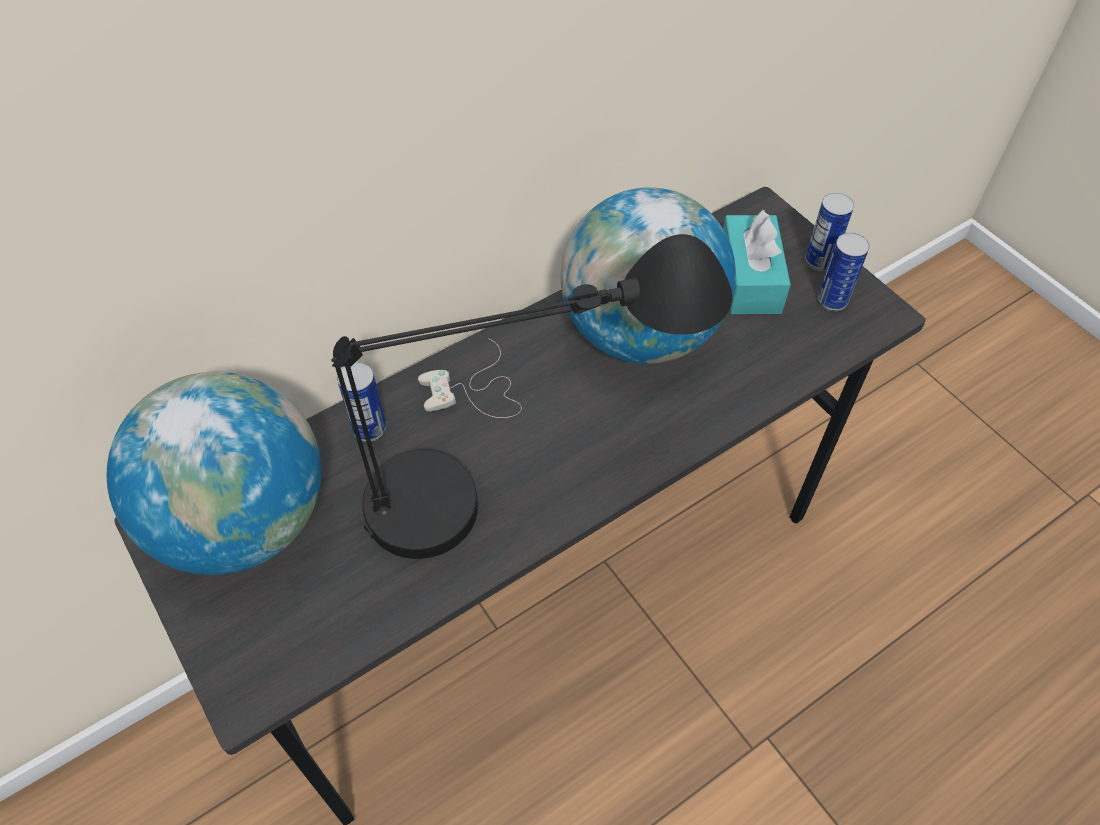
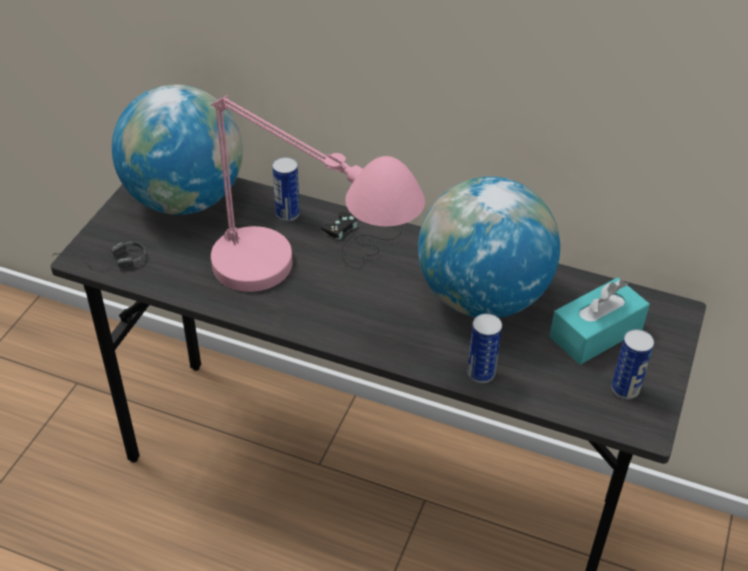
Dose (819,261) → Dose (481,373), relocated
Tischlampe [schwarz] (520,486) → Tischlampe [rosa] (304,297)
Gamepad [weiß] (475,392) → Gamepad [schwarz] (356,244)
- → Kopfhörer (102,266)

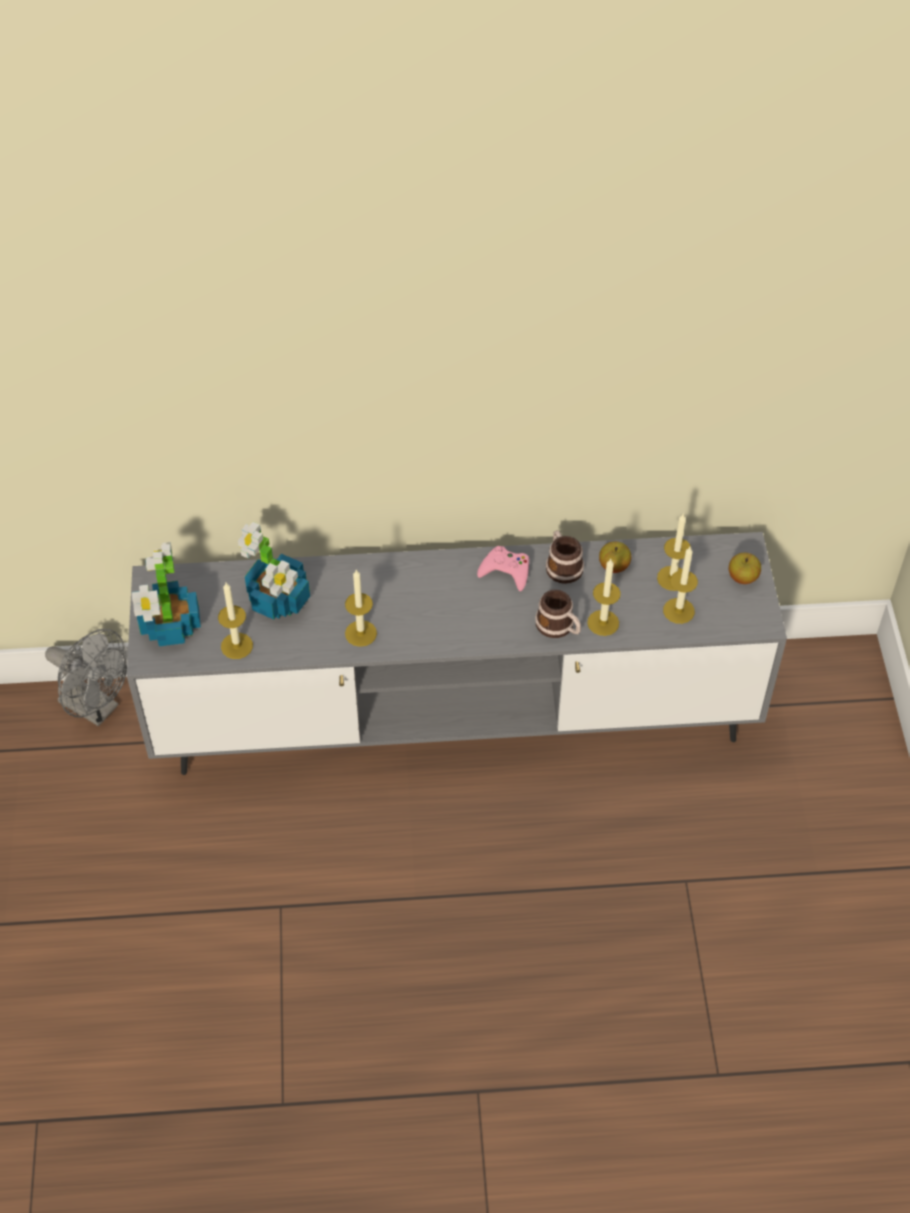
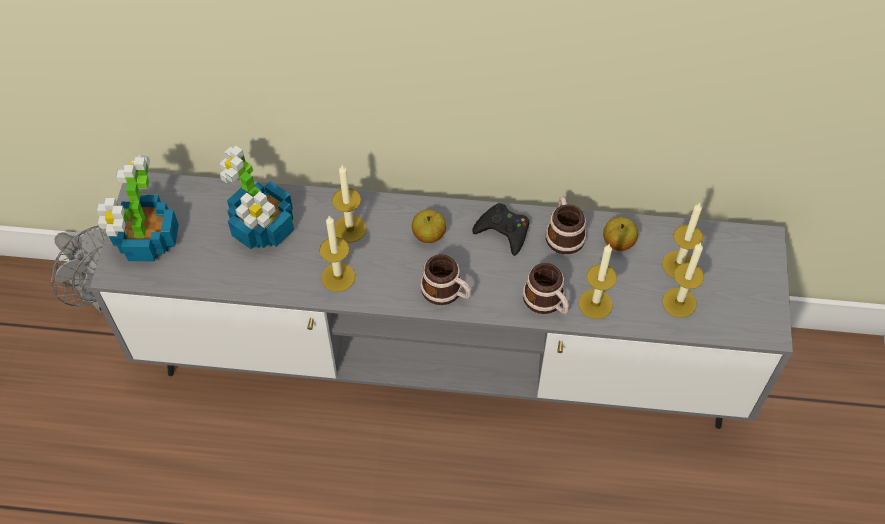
Gamepad [rosa] (506,571) → Gamepad [schwarz] (503,231)
Apfel (742,577) → Apfel (429,235), relocated
Kerze (236,646) → Kerze (350,228), relocated
- → Henkelbecher (446,291)

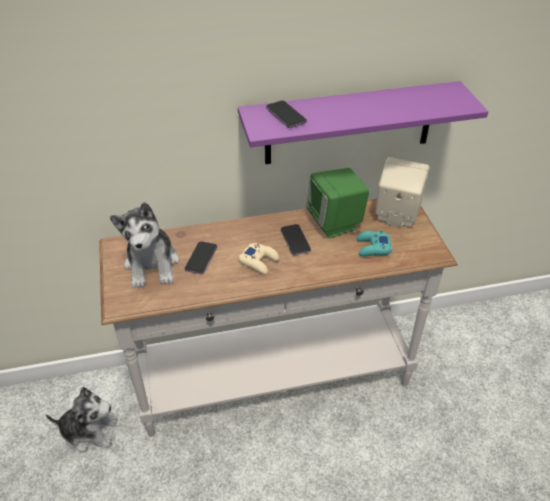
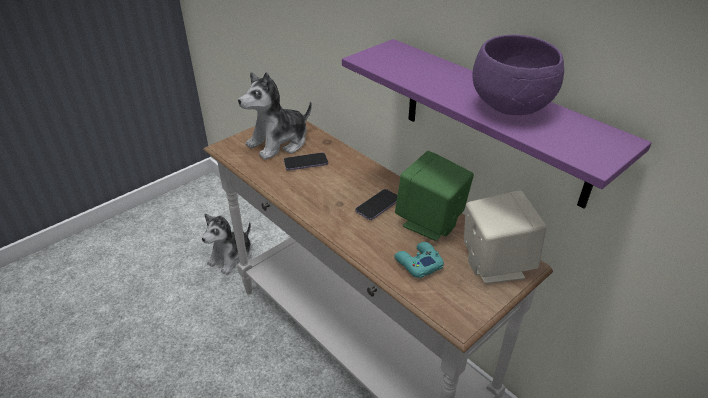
Handy (286,115) → -
Gamepad [beige] (259,261) → -
Plüschtier (89,431) → Plüschtier (232,257), 60 degrees clockwise
- → Schüssel [lila] (512,108)

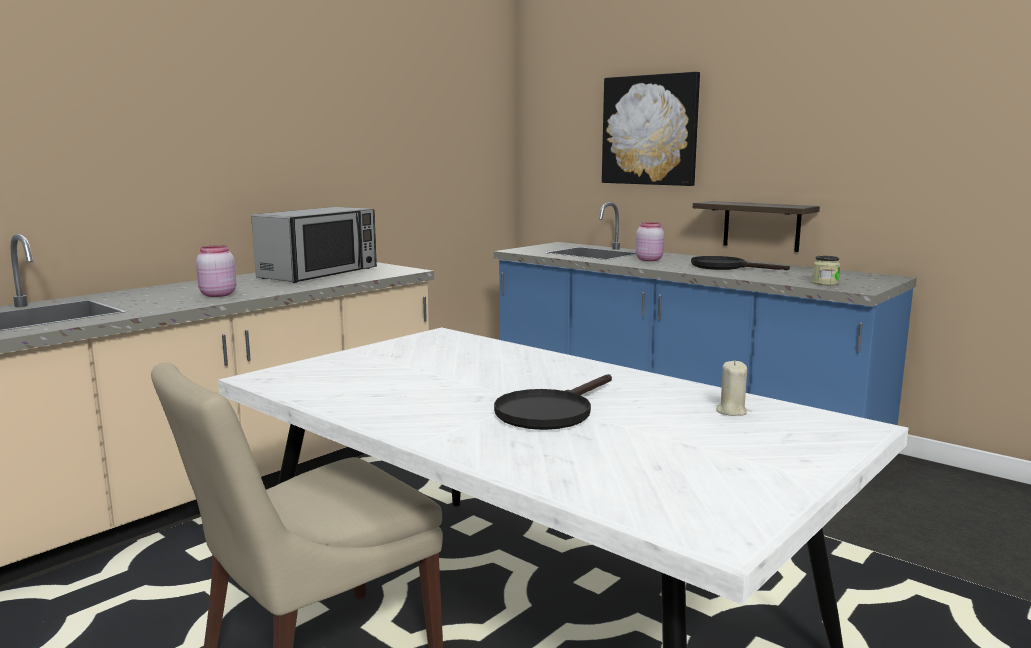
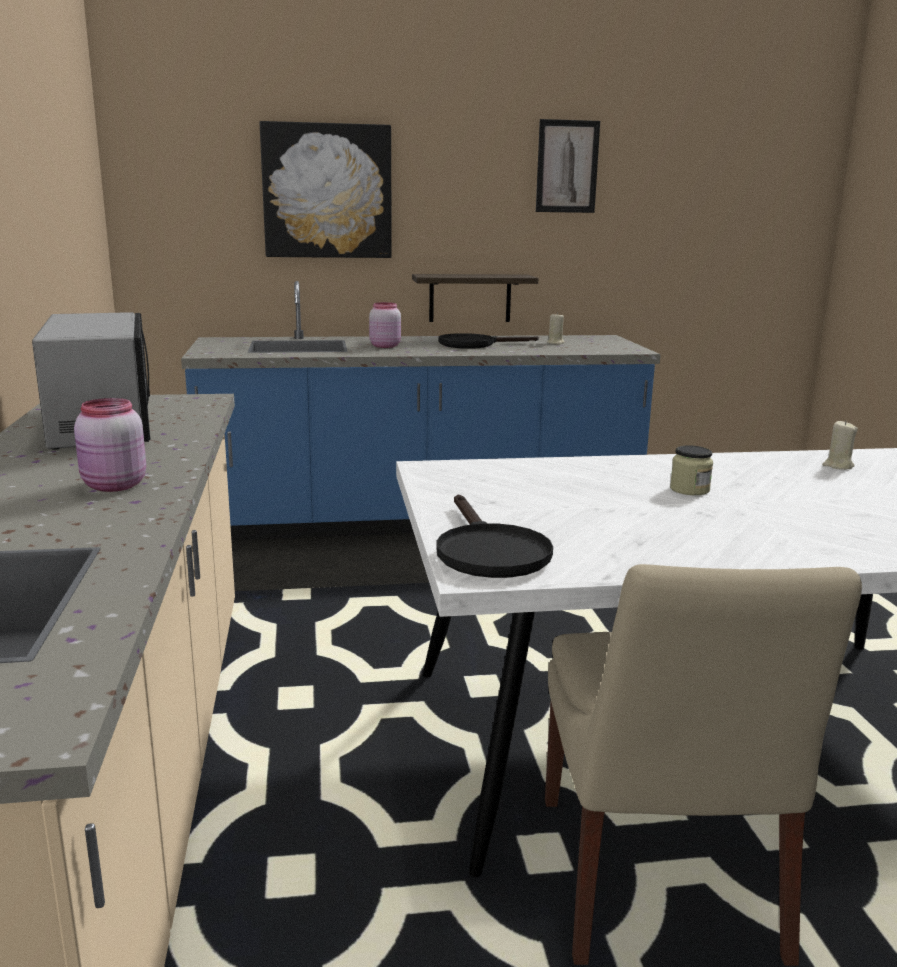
Vorratsglas (825,283) → Vorratsglas (689,489), relocated
Pfanne [schwarz] (550,411) → Pfanne [schwarz] (488,551), relocated
- → Bild (567,166)
- → Kerze [beige] (555,343)

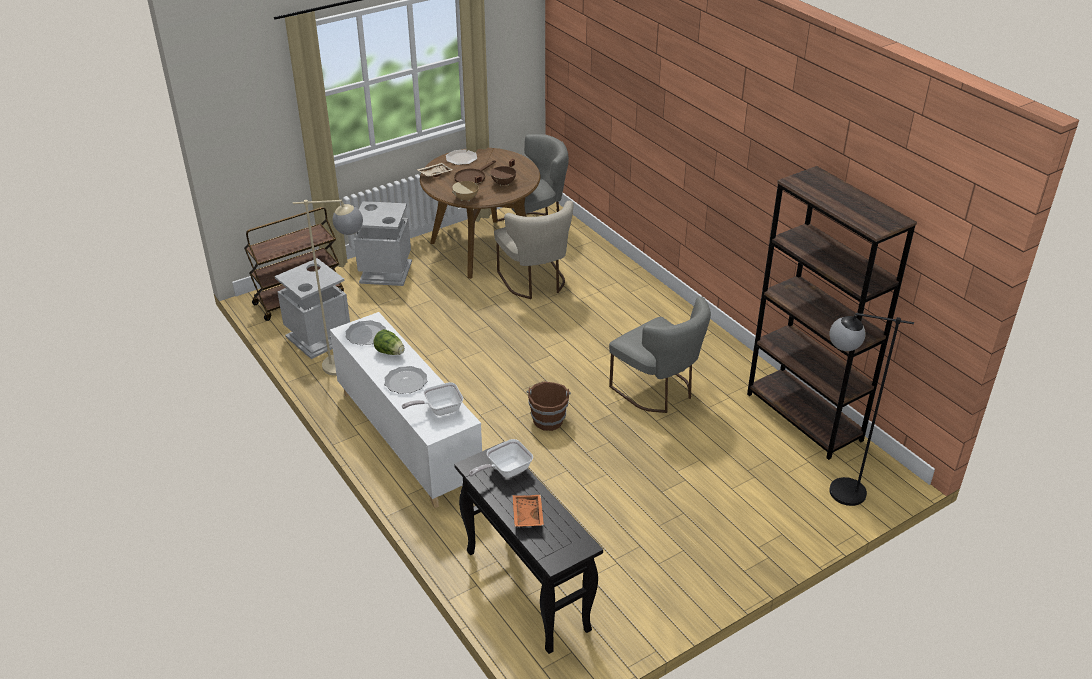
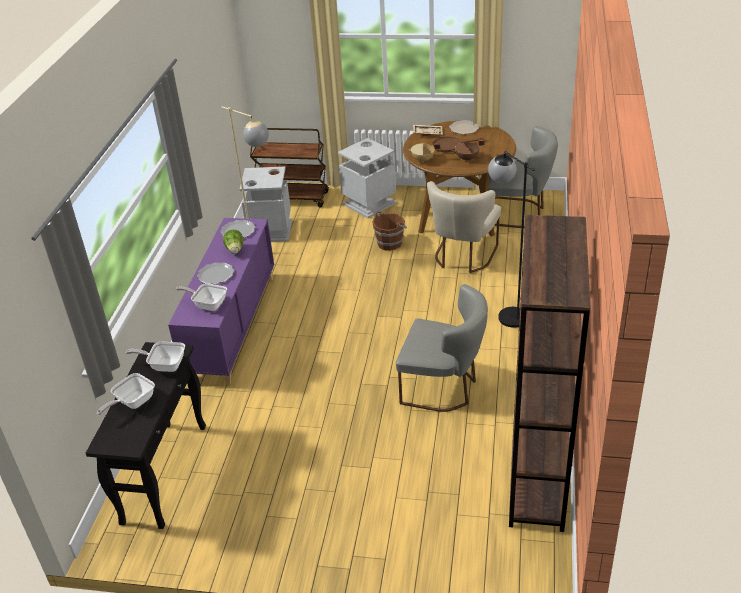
Stuhl [grau] (658,391) → Stuhl [grau] (443,388), 75 degrees counterclockwise
Schrank [weiß] (407,439) → Schrank [lila] (233,326)
Stehlampe [schwarz] (834,490) → Stehlampe [schwarz] (506,312), relocated
Eimer [braun] (548,419) → Eimer [braun] (390,243), relocated
Tablett [orange] (526,515) → Pfanne (132,403)

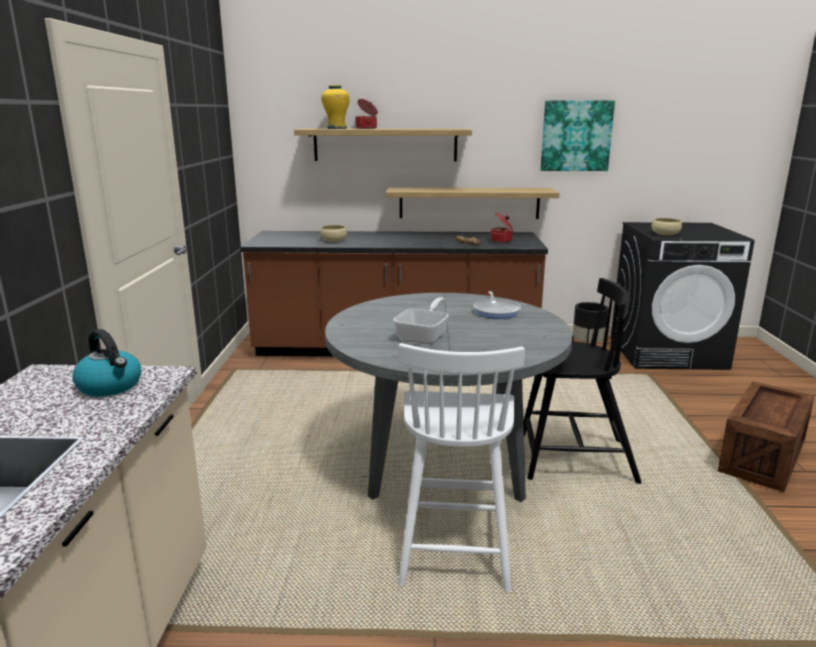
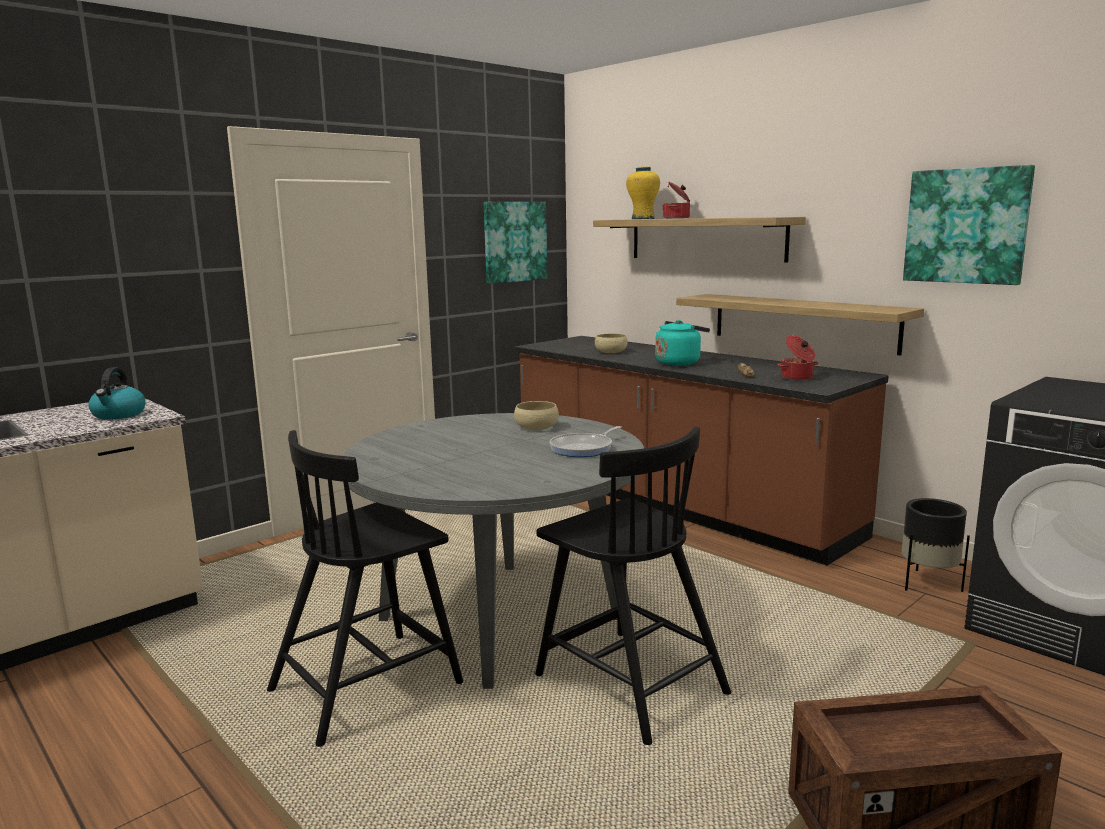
Schüssel [beige] (665,234) → Schüssel [beige] (536,427), relocated
Pfanne (424,335) → -
Stuhl [weiß] (454,539) → Stuhl [schwarz] (369,684)
- → Bild (514,241)
- → Wasserkessel [türkis] (679,363)

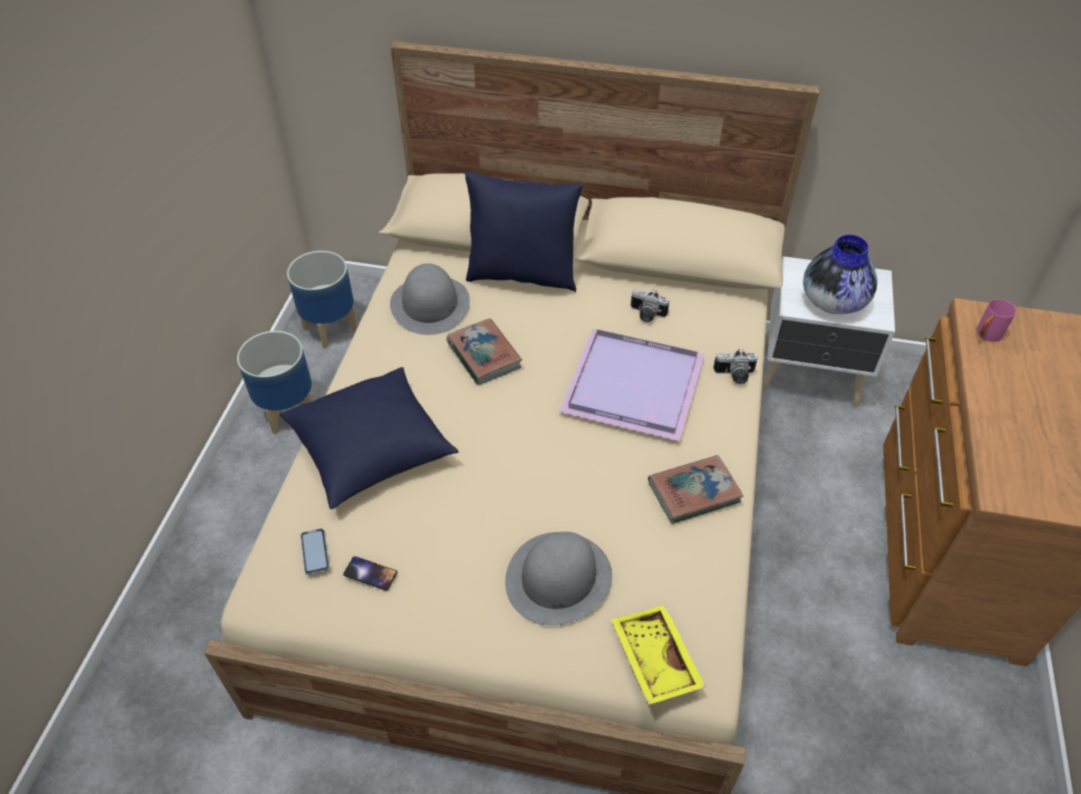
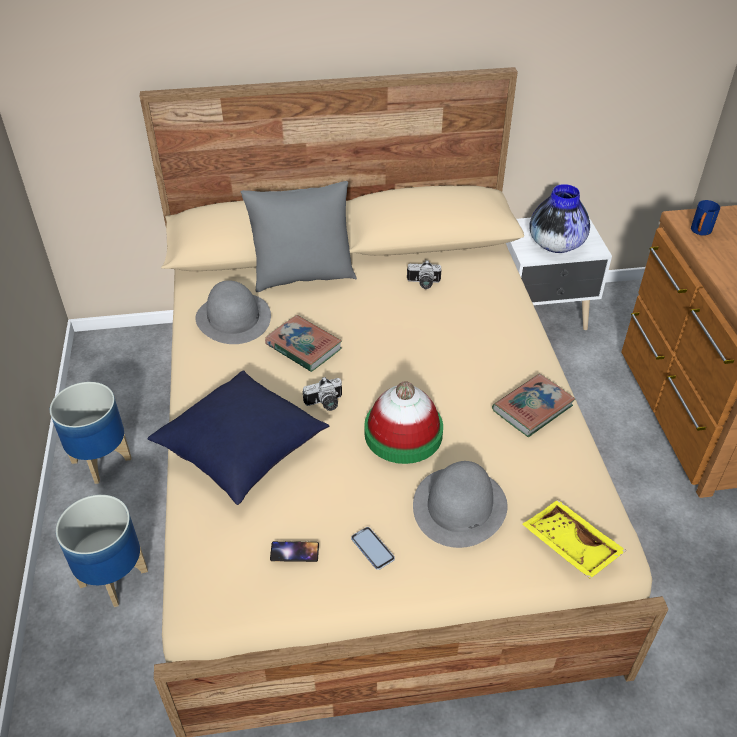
Kissen [blau] (522,275) → Kissen [grau] (303,276)
Pflanzkübel (331,328) → Pflanzkübel (114,577), relocated
Henkelbecher [rosa] (986,336) → Henkelbecher [blau] (699,232)
Tablett [lila] (635,388) → -
Kamera (734,376) → Kamera (325,404), relocated
Handy (315,552) → Handy (372,549), relocated
- → Hut (403,433)

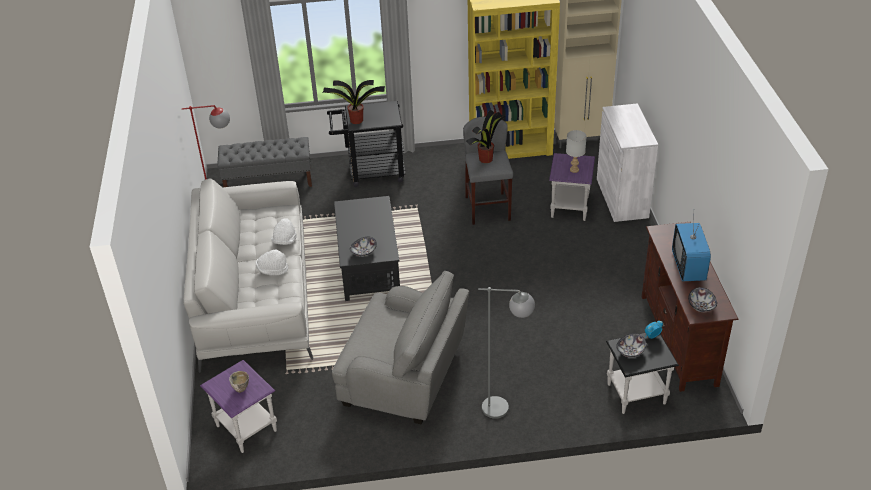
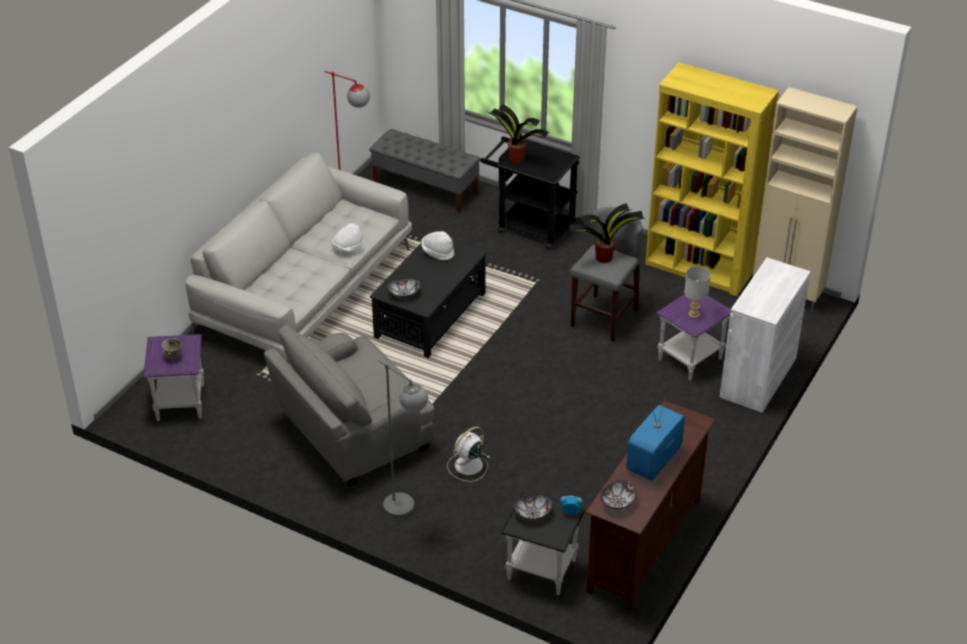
Hut [weiß] (272,270) → Hut [weiß] (438,252), relocated
Sessel [grau] (405,376) → Sessel [grau] (352,433), 90 degrees clockwise
- → Ventilator [weiß] (467,466)

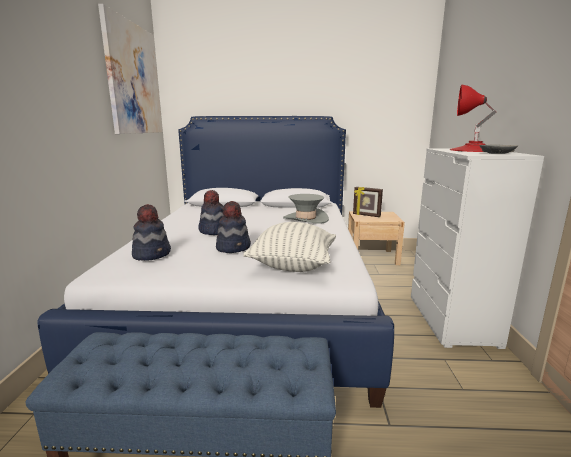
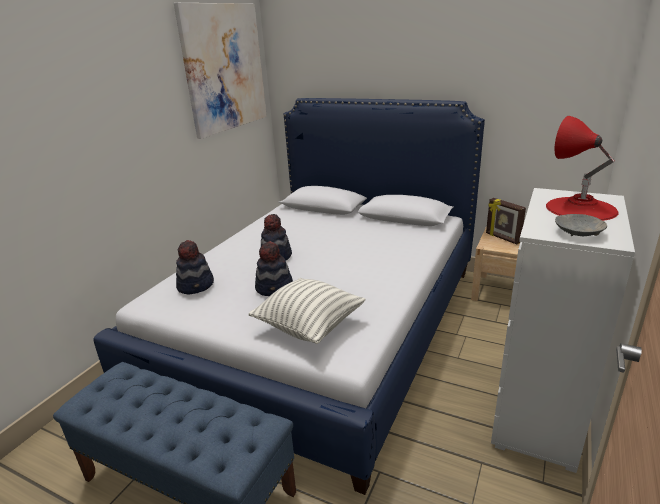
Hut [grau] (306,219) → -

